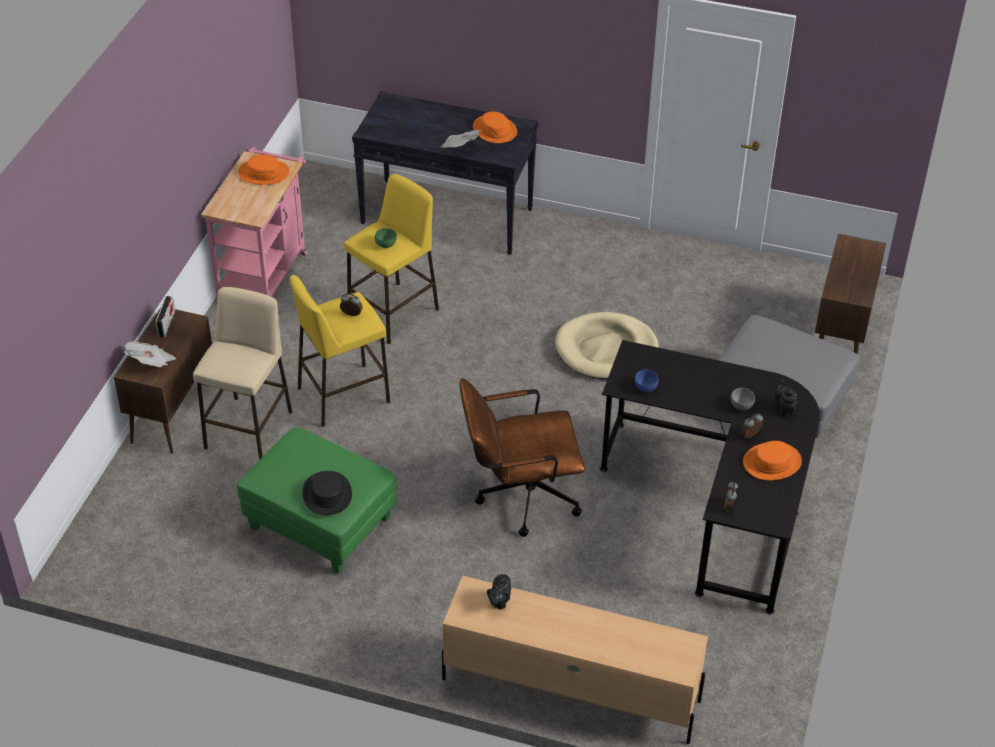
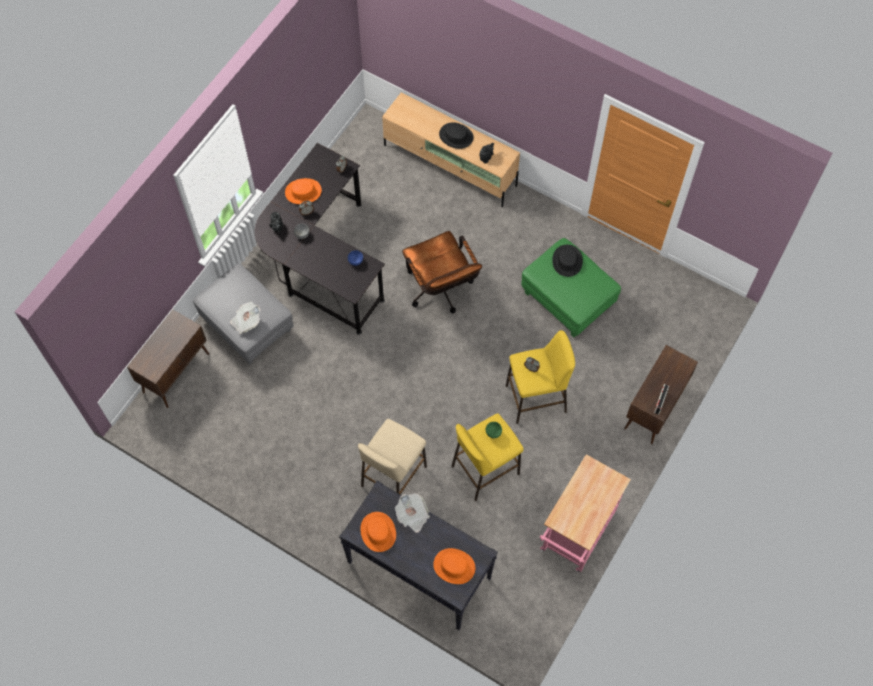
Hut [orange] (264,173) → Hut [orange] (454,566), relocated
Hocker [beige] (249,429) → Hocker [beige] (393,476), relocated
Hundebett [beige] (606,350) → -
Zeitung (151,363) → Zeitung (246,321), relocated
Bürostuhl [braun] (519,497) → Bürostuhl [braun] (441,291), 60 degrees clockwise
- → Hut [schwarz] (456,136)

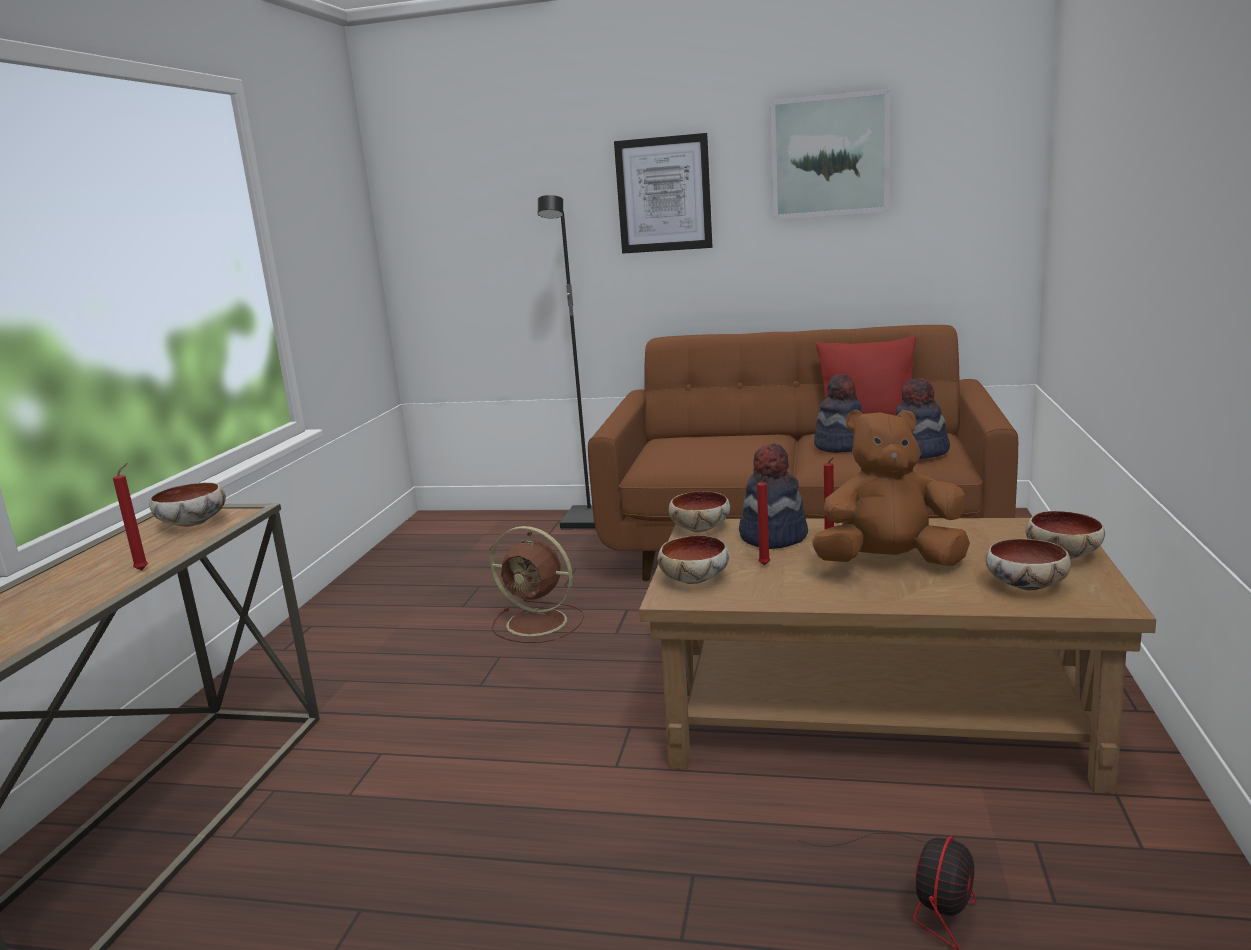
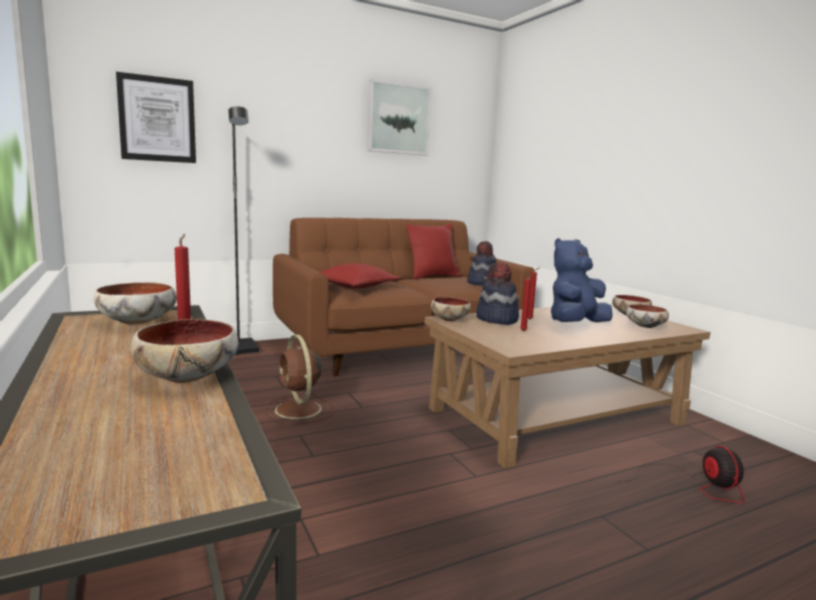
Bild (664,194) → Bild (157,119), relocated
Hut (841,446) → -
Plüschtier [braun] (889,563) → Plüschtier [blau] (575,324)
Ventilator [braun] (539,623) → Ventilator [braun] (299,410), 75 degrees clockwise
Schüssel (694,578) → Schüssel (187,376), relocated
- → Kissen [rot] (355,287)

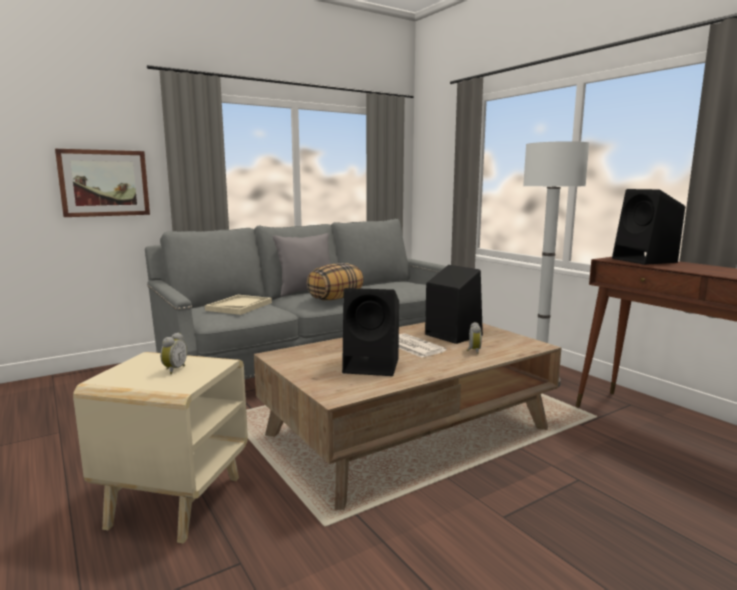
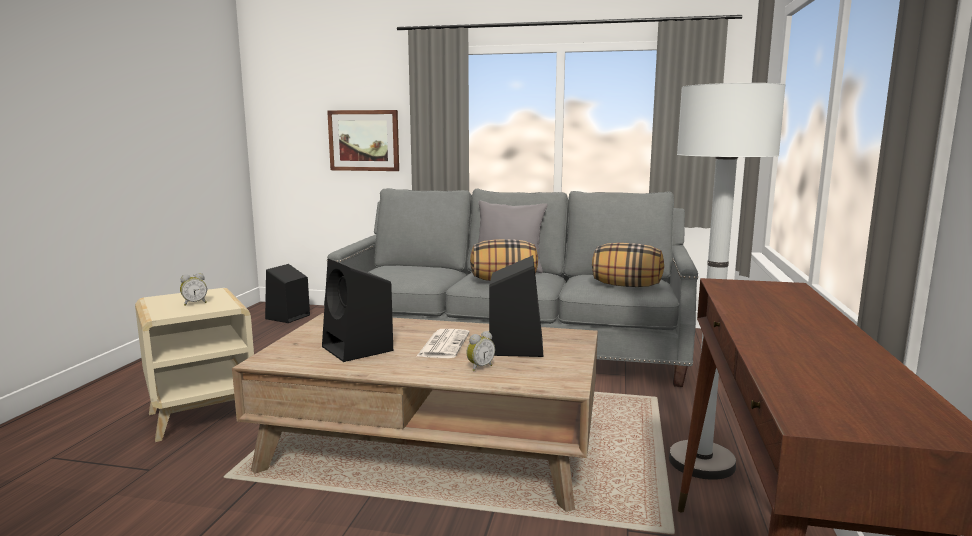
Lautsprecher [schwarz] (645,260) → Lautsprecher [schwarz] (287,317), relocated
Tablett [beige] (239,306) → -
- → Kissen (626,286)

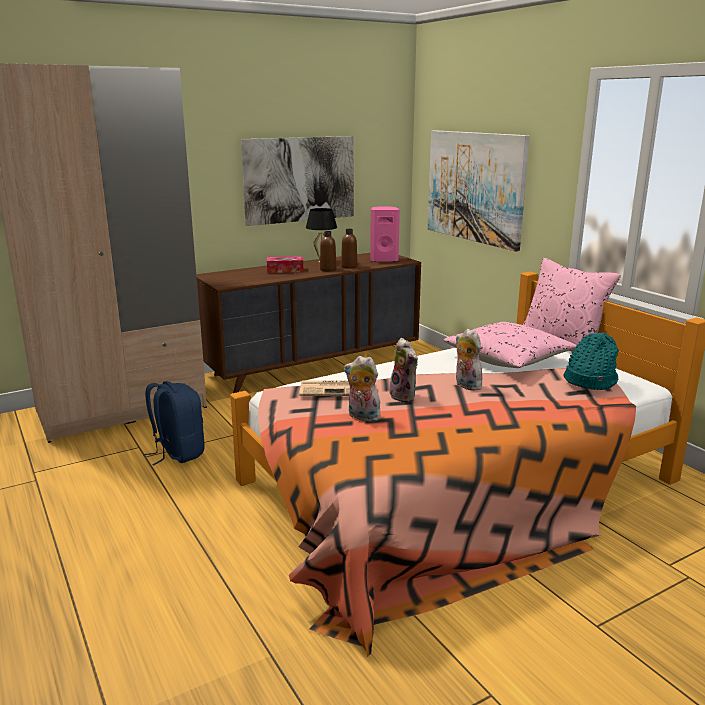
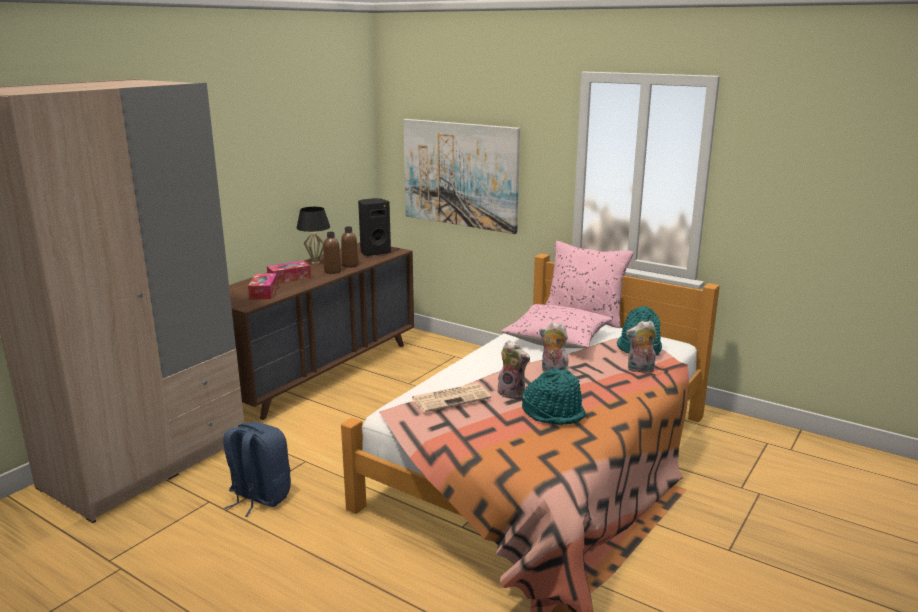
Bild (300,179) → -
Lautsprecher [rosa] (383,260) → Lautsprecher [schwarz] (374,252)
Plüschtier (362,417) → Plüschtier (640,370), relocated
- → Taschentuchbox (263,292)
- → Hut [türkis] (553,413)

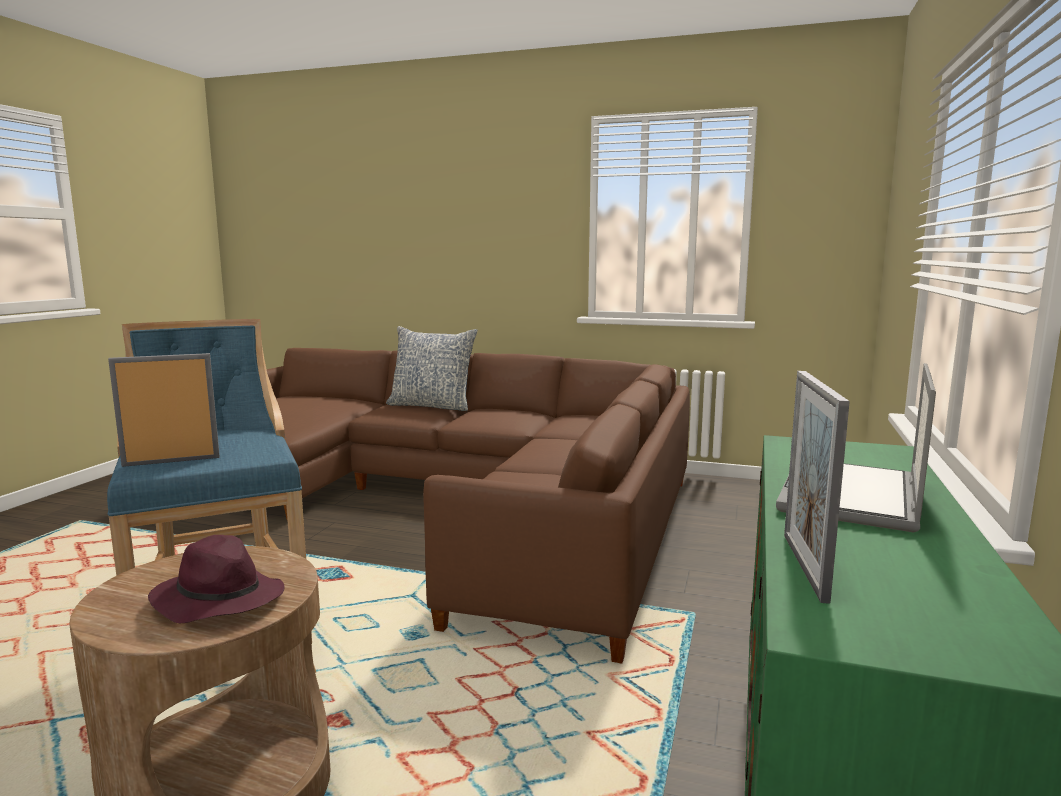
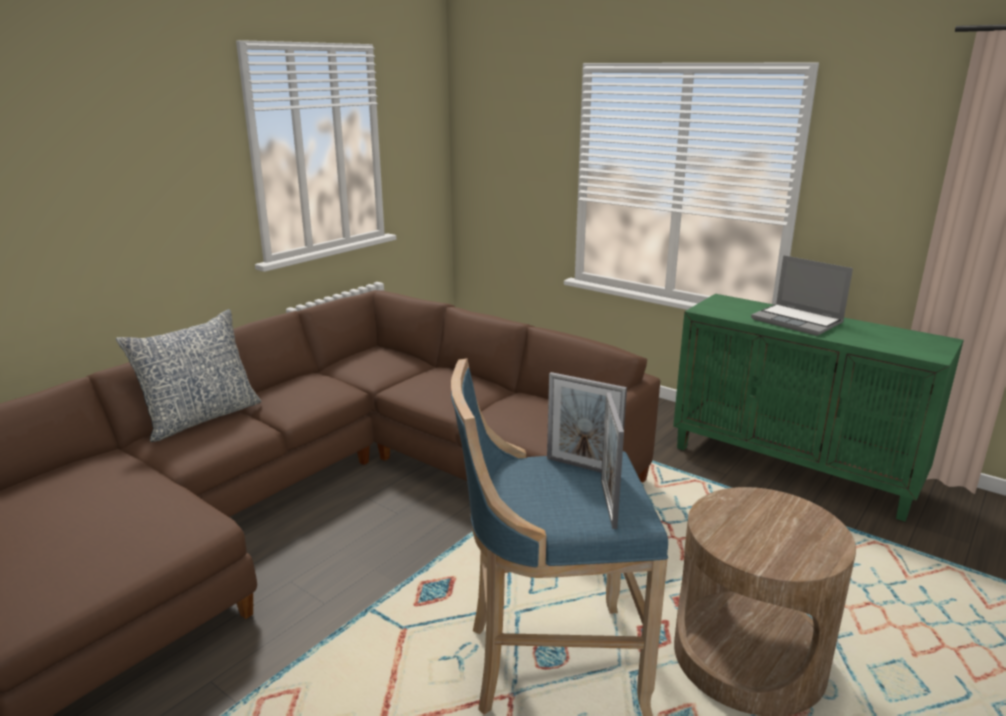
Bilderrahmen (804,566) → Bilderrahmen (583,467), relocated
Hut [lila] (218,599) → -

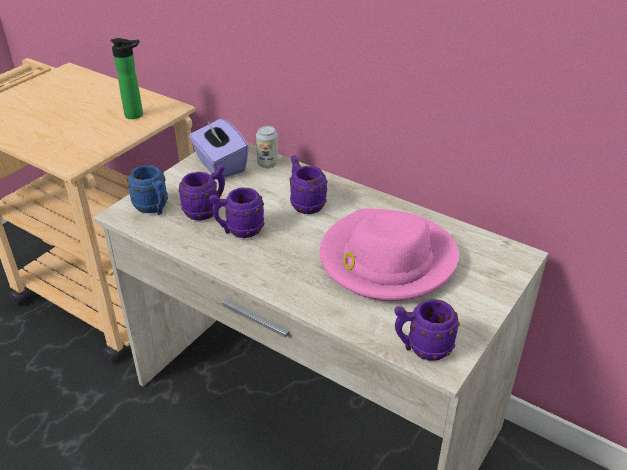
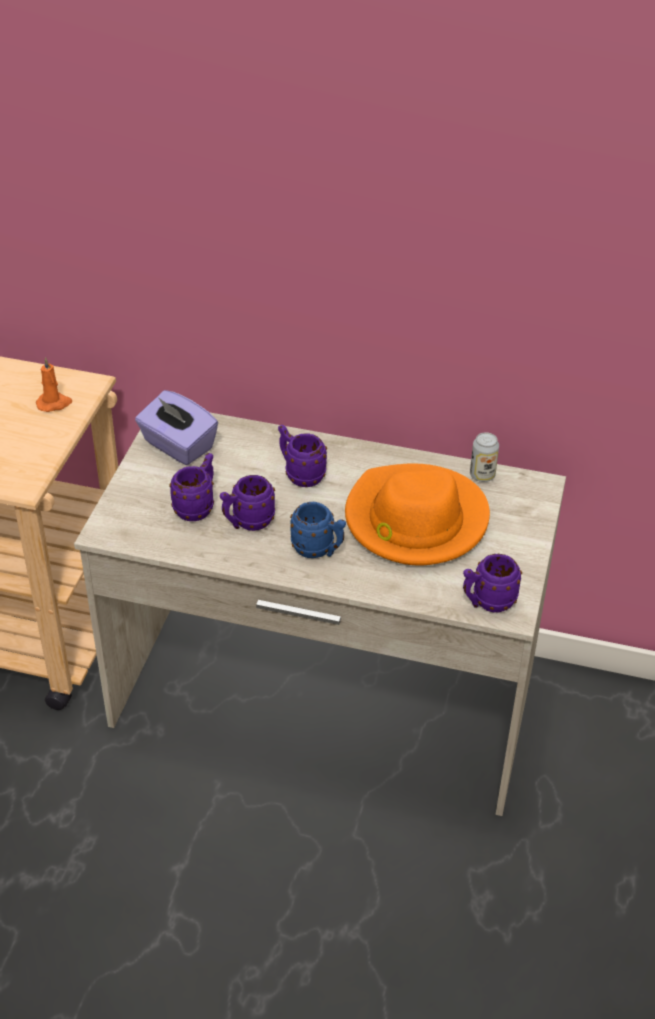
Flasche (137,115) → Kerze [orange] (54,403)
Dose (268,164) → Dose (482,475), relocated
Henkelbecher [blau] (154,209) → Henkelbecher [blau] (318,550), relocated
Hut [rosa] (386,260) → Hut [orange] (415,520)

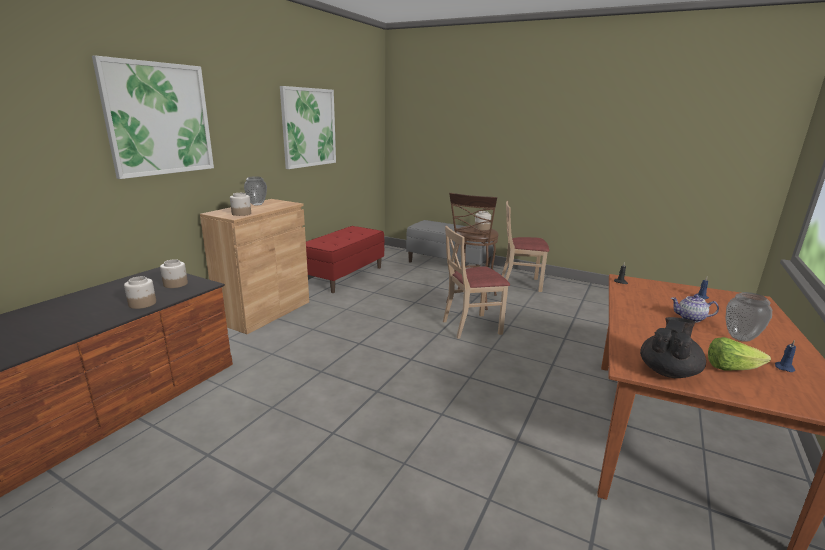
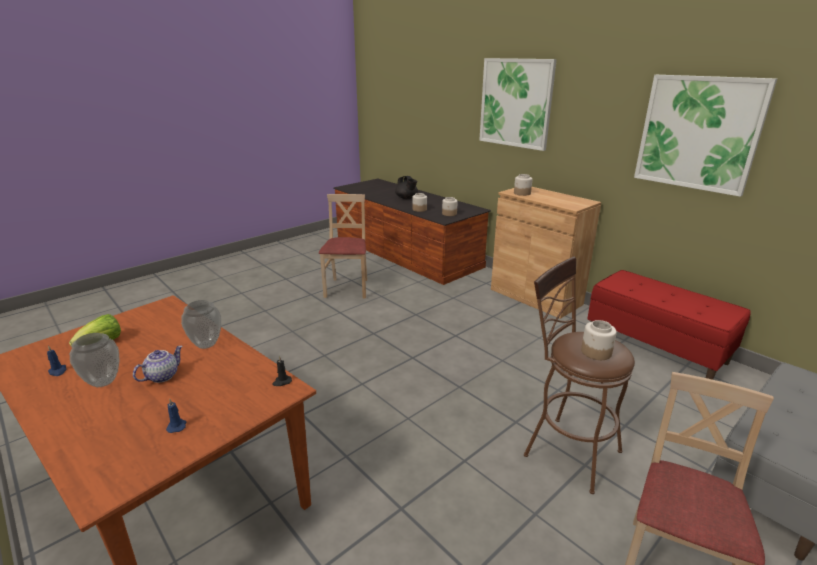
Vase (256,204) → Vase (206,344), relocated
Stuhl [beige] (471,326) → Stuhl [beige] (347,288), relocated
Teekanne [schwarz] (668,371) → Teekanne [schwarz] (406,198), relocated

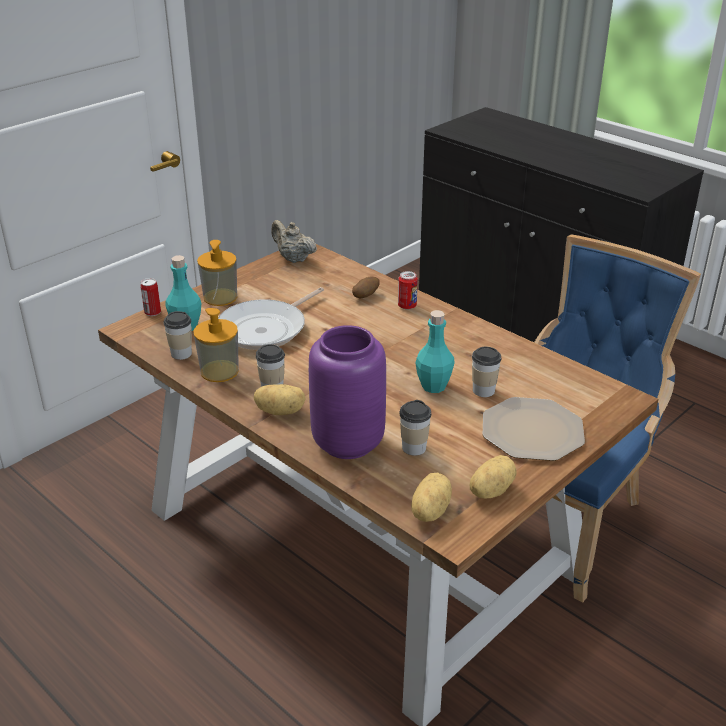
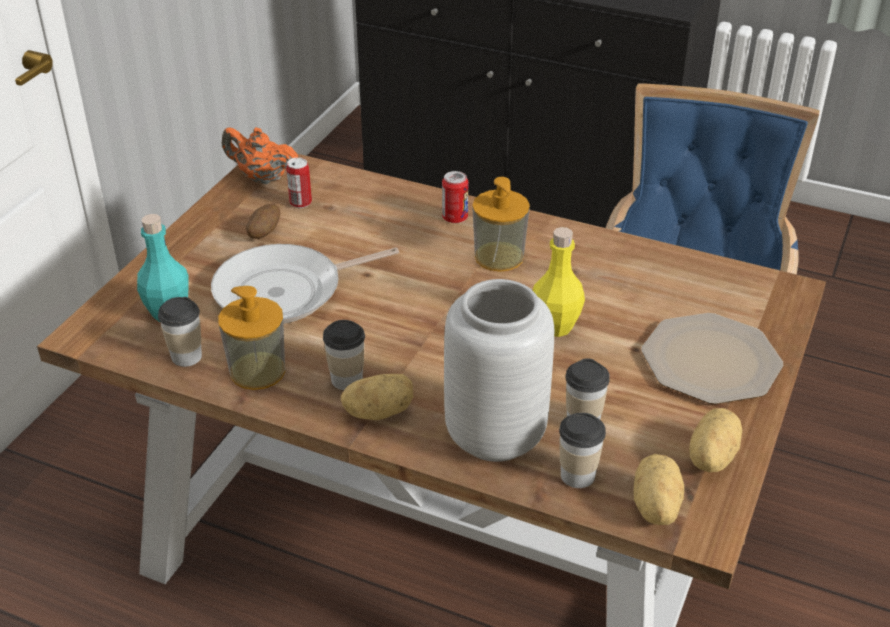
Teekanne [beige] (293,259) → Teekanne [orange] (262,178)
Seifenspender (220,297) → Seifenspender (499,256), relocated
Kartoffel (365,296) → Kartoffel (264,233), relocated
Dose (152,312) → Dose (300,202), relocated
Pfanne (266,329) → Pfanne (285,292), 45 degrees clockwise
Flasche [türkis] (433,386) → Flasche [gelb] (555,326)
Vase [lila] (347,444) → Vase [grau] (495,437)
Tasse (483,391) → Tasse (577,475), relocated

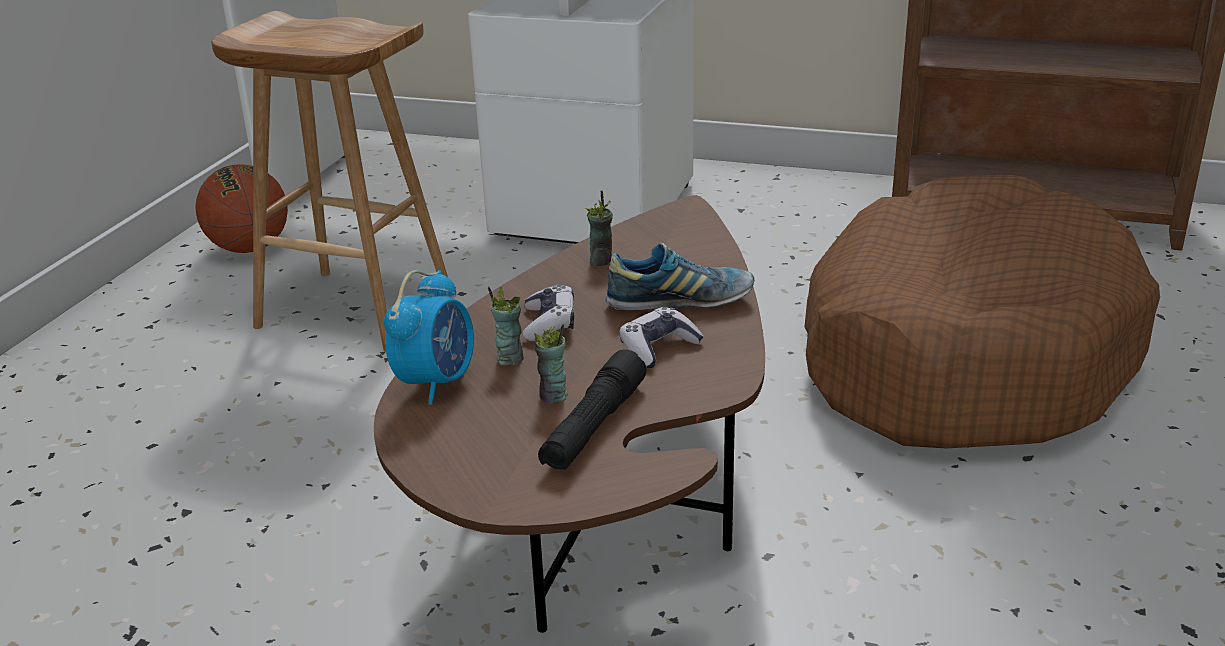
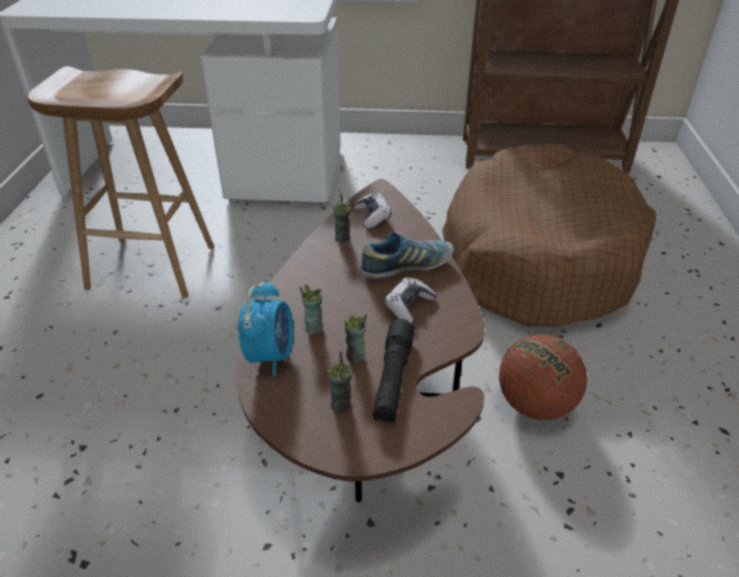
Basketball (249,248) → Basketball (535,405), relocated
Gamepad (549,324) → Gamepad (372,216), relocated
- → Tasse (341,405)

